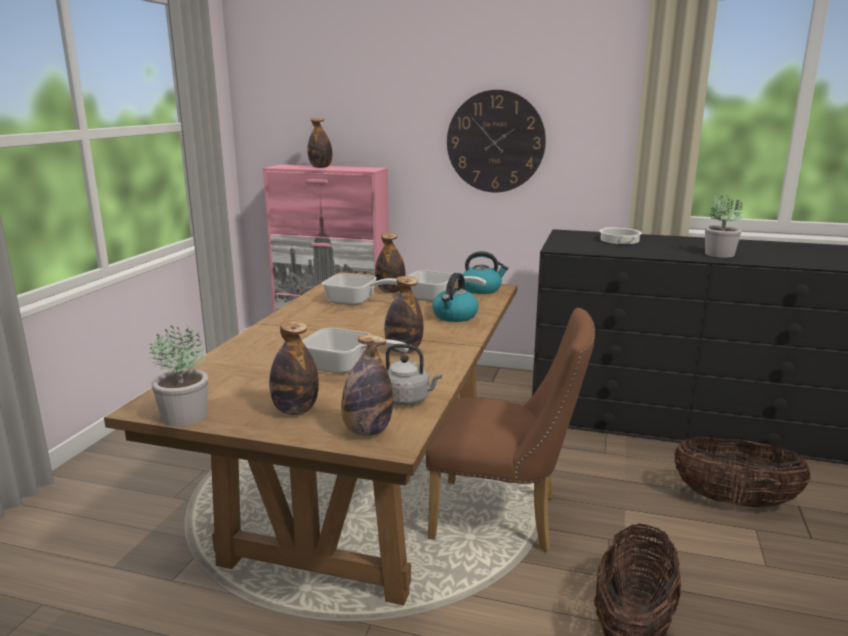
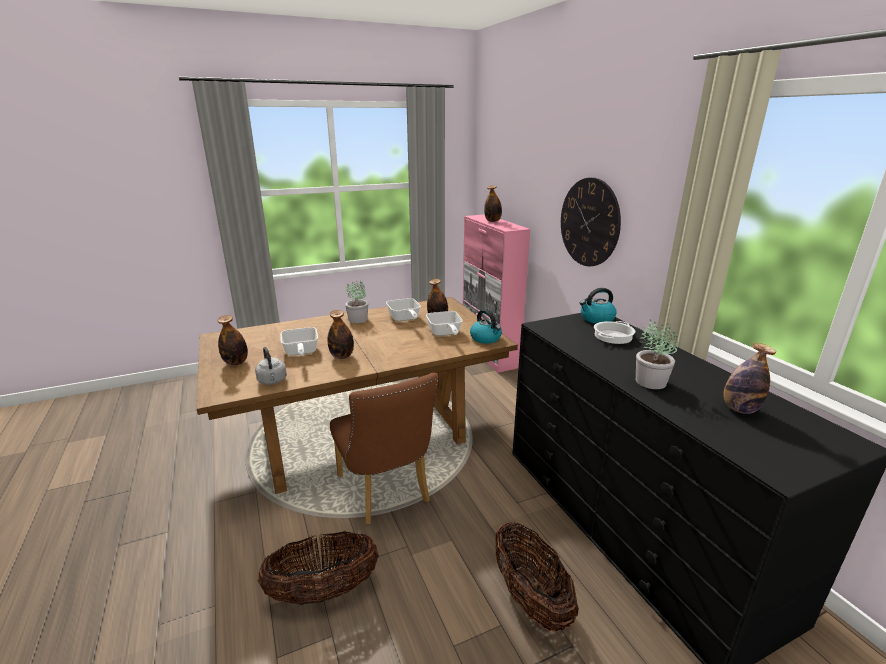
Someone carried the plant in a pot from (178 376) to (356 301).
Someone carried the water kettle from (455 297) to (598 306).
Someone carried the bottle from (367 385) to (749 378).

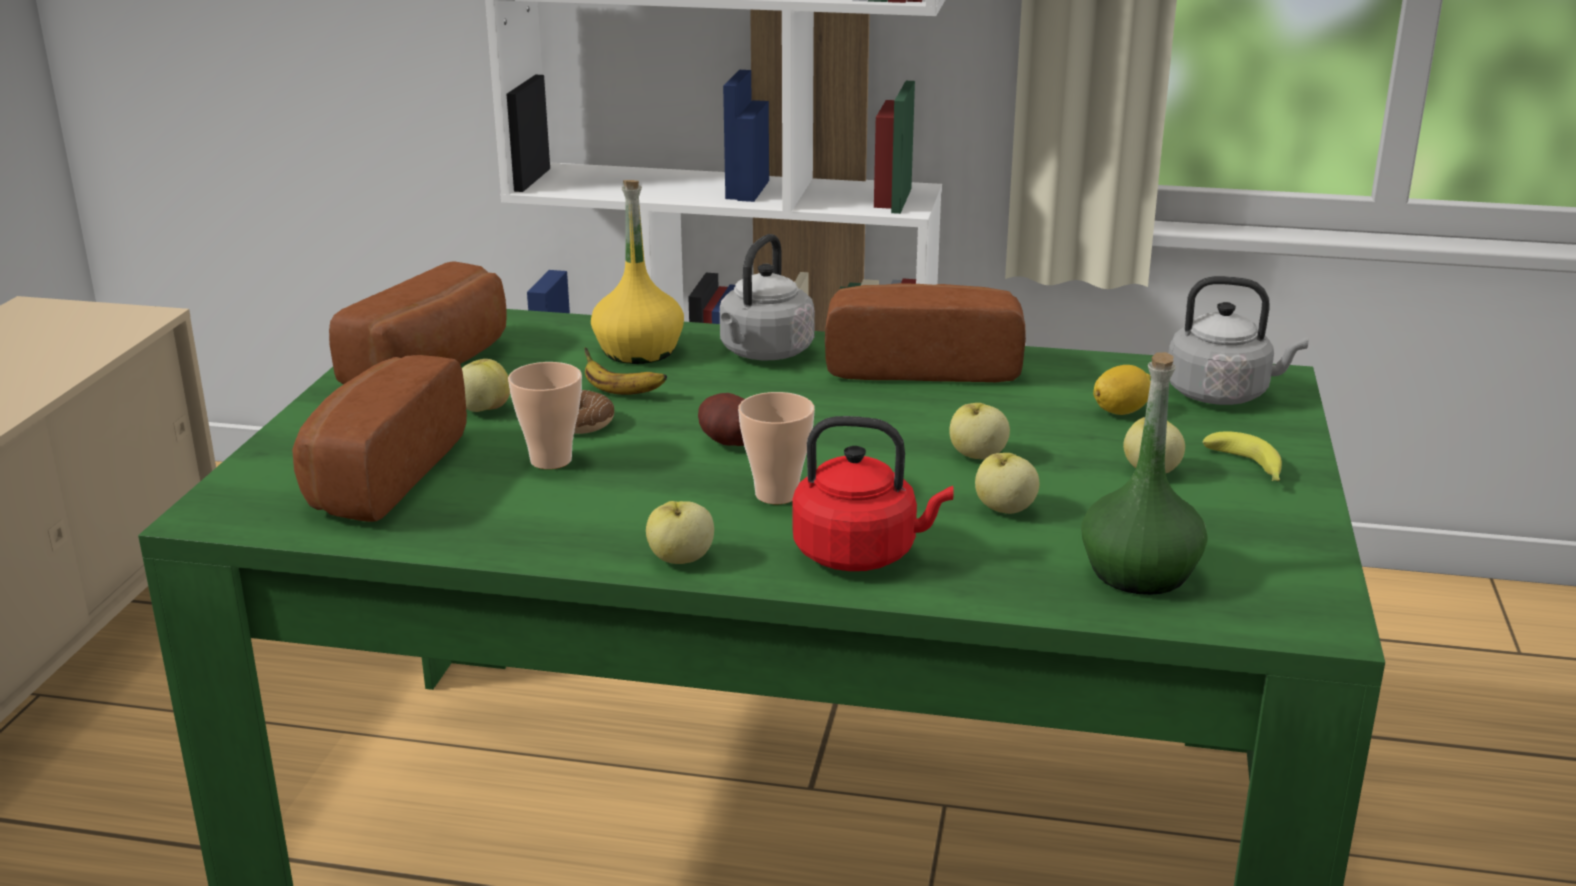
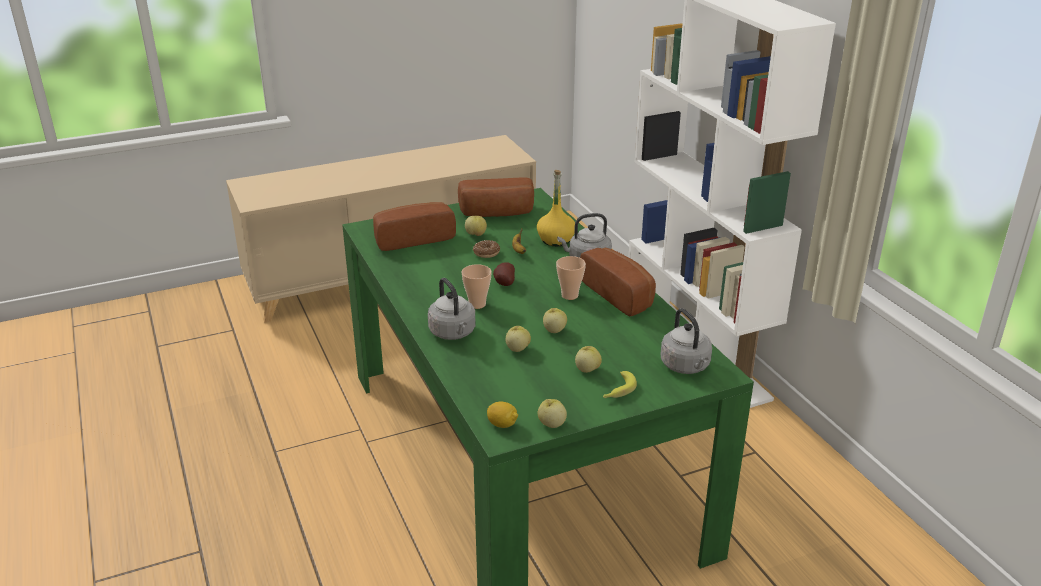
Someone repainted the reddish water kettle at (873 493), which became the grey water kettle at (451 309).
Someone carried the whole lemon from (1122 390) to (502 415).
Someone carried the apple from (680 532) to (552 413).
Someone carried the cup from (545 415) to (571 278).
Someone took away the greenish bottle at (1144 473).

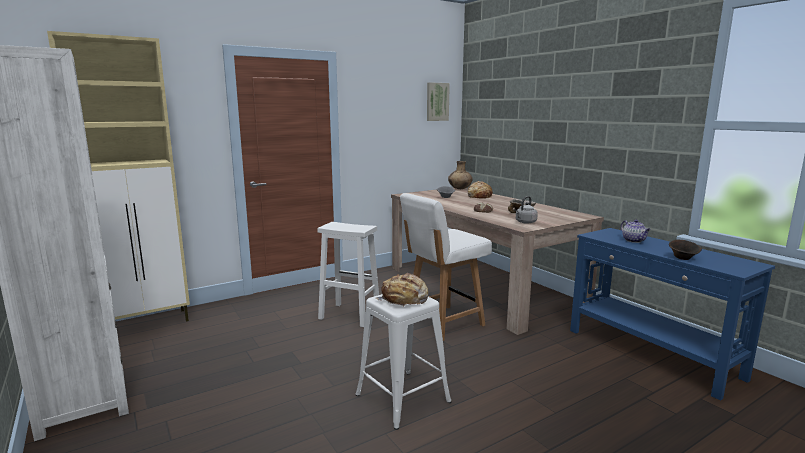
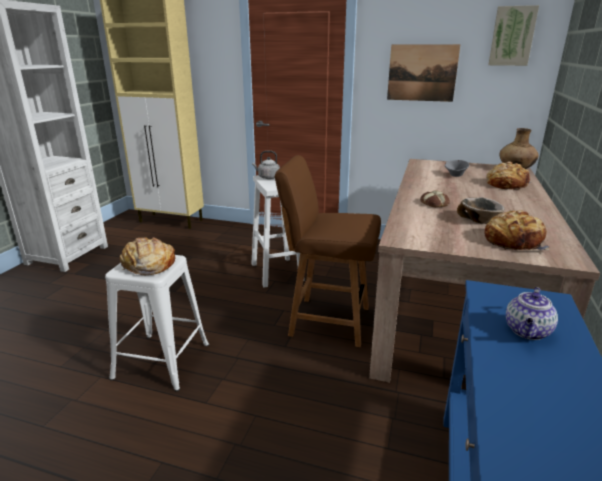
Someone carried the grey water kettle from (527 210) to (266 165).
Someone repainted the white chair at (446 267), which became the brown chair at (328 251).
Someone put up the wall picture at (424 73).
Someone put down the bakery bread at (517 230).
Someone took away the brown bowl at (685 250).

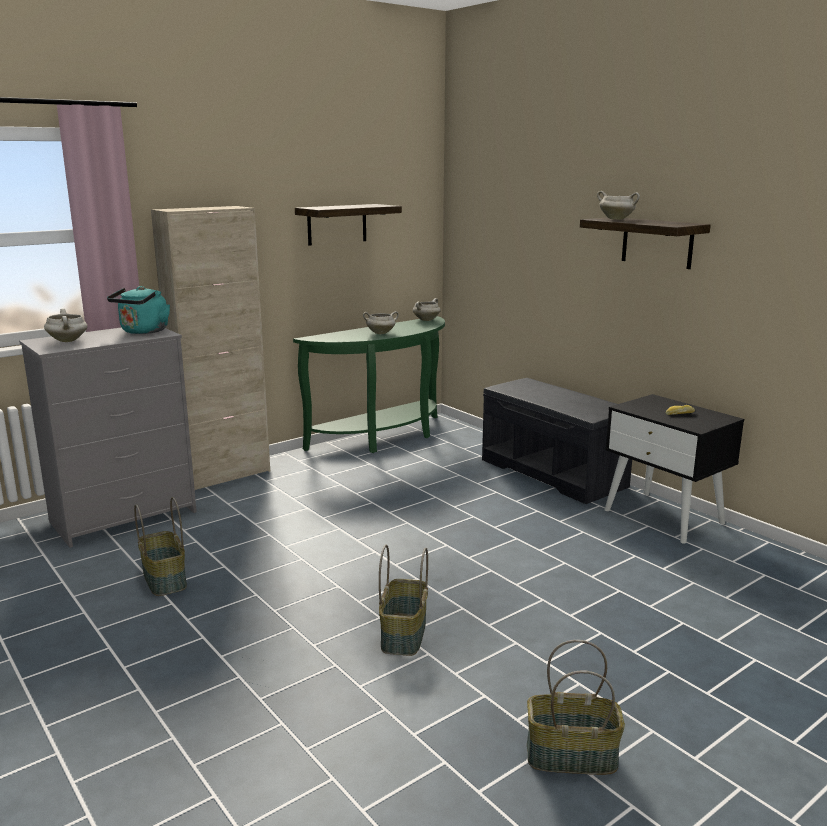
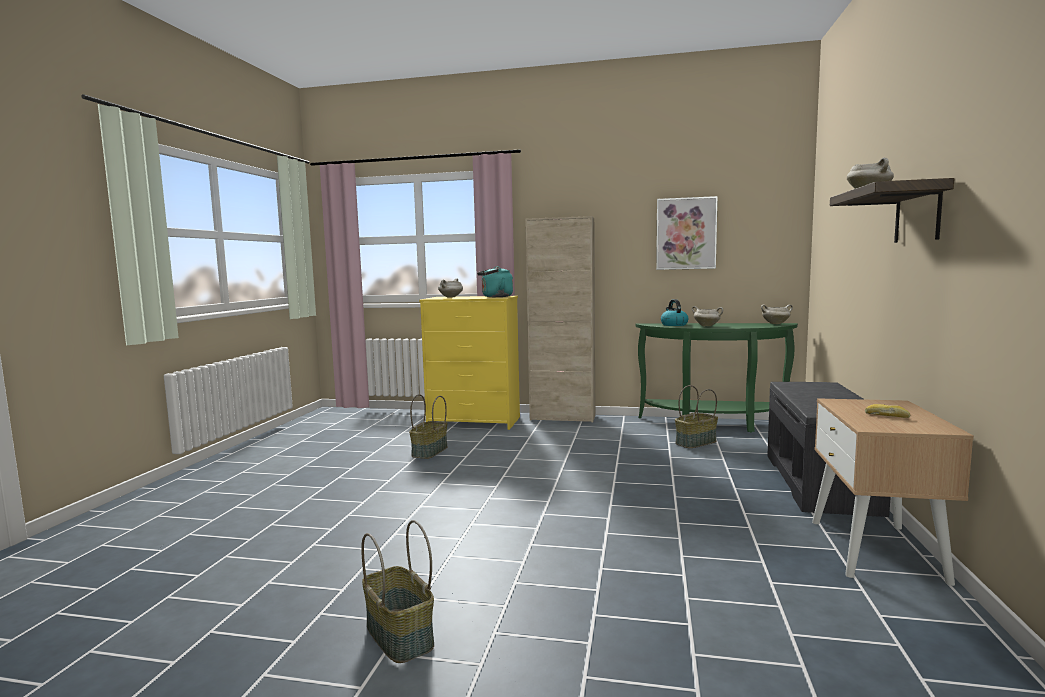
Someone repainted the grey drawer chest at (108 437), which became the yellowish drawer chest at (469 363).
Someone swapped the bracket shelf at (348 225) for the wall picture at (687 233).
Someone put down the water kettle at (674 312).
Someone carried the storage basket from (403 600) to (696 416).
Someone repainted the blackish bedside table at (674 469), which became the beige-coloured bedside table at (893 492).

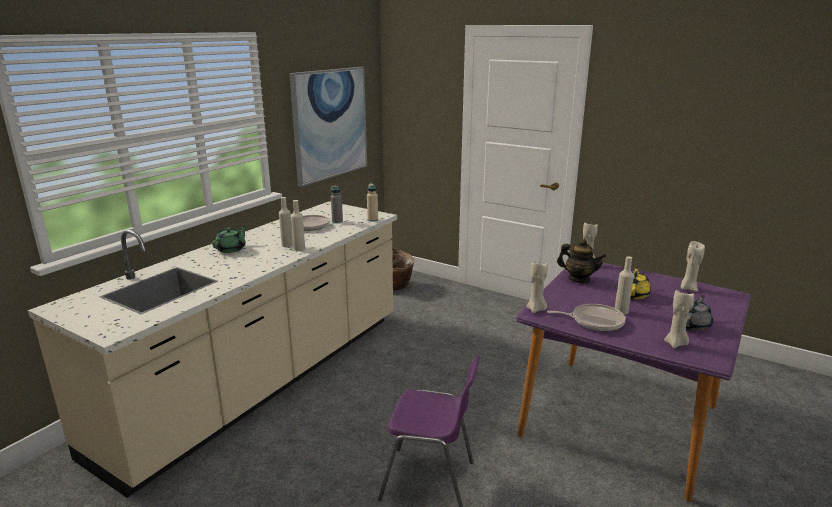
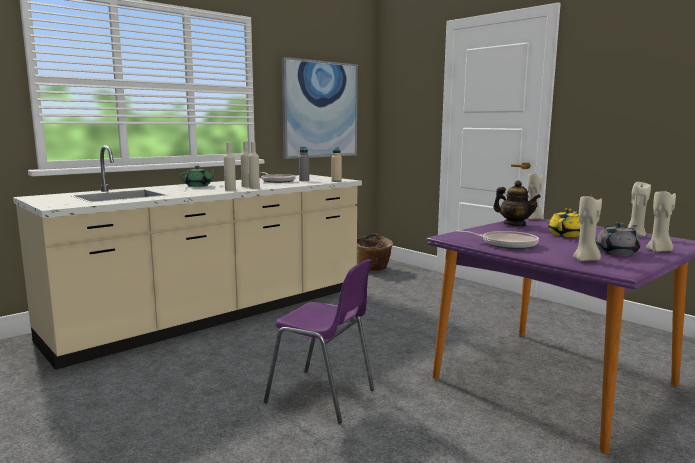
Someone carried the beige-coloured bottle from (624 285) to (230 166).
Someone carried the beige-coloured wax light from (537 287) to (661 221).

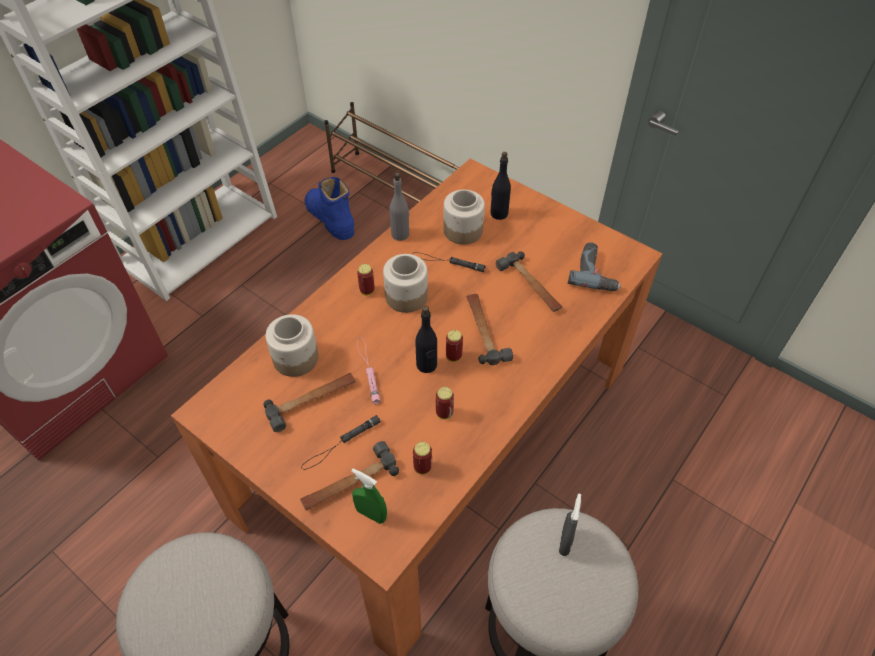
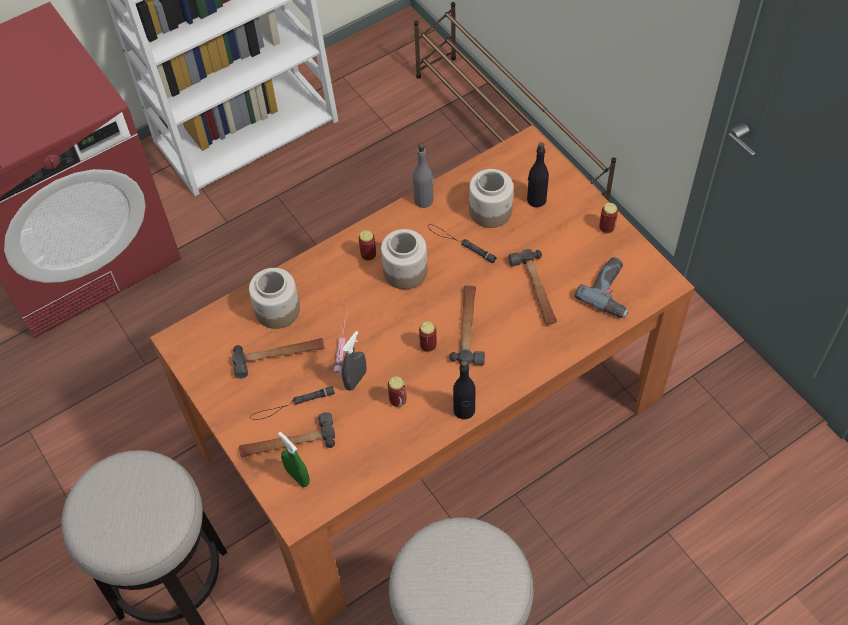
Someone carried the grey hand sprayer from (570 525) to (354 360).
Someone carried the blackish bottle from (426 339) to (464 389).
Someone carried the sealed can from (422 458) to (608 218).
Someone took away the bluish boot at (329 208).

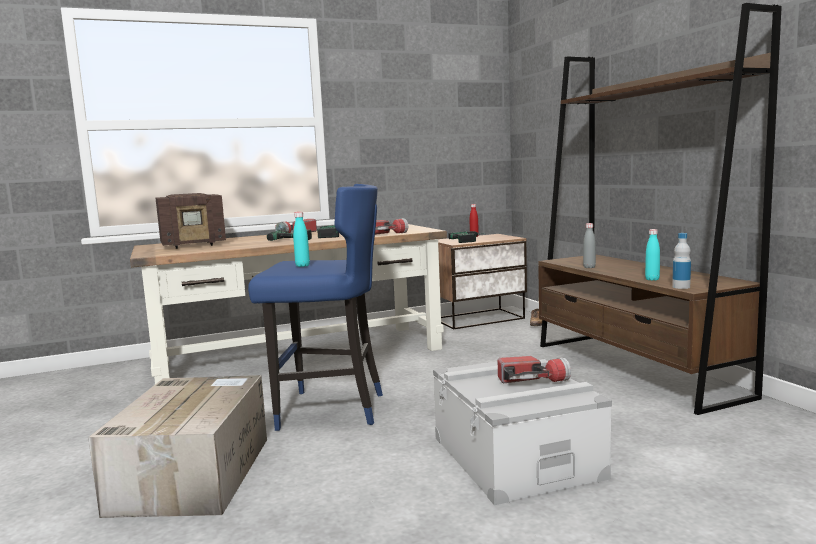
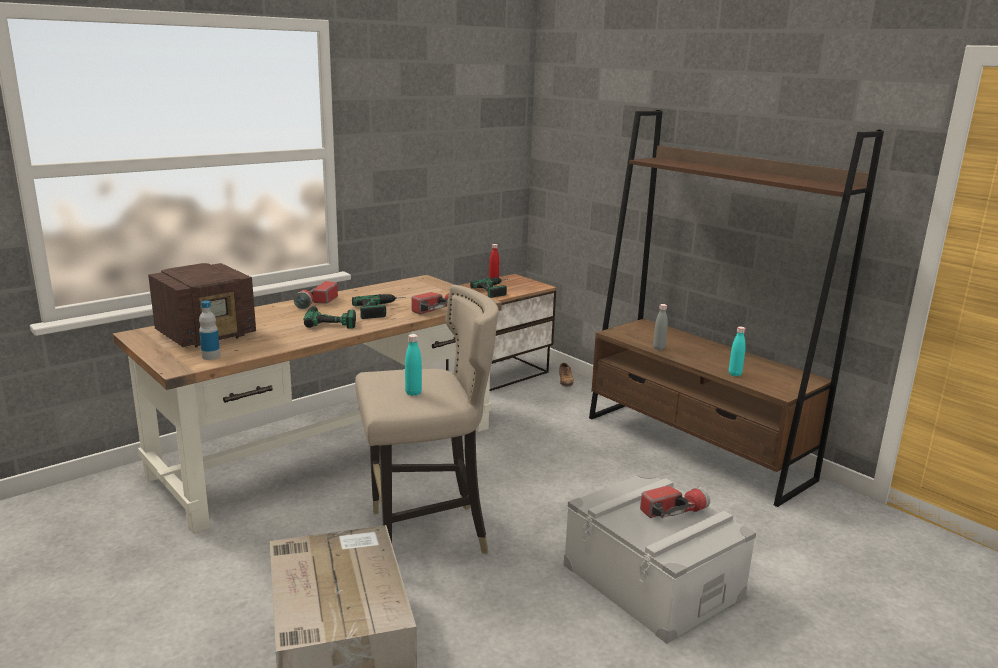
Someone carried the bottle from (681 261) to (209 330).
Someone repainted the bluish stool seat at (315 307), which became the beige-coloured stool seat at (427 419).

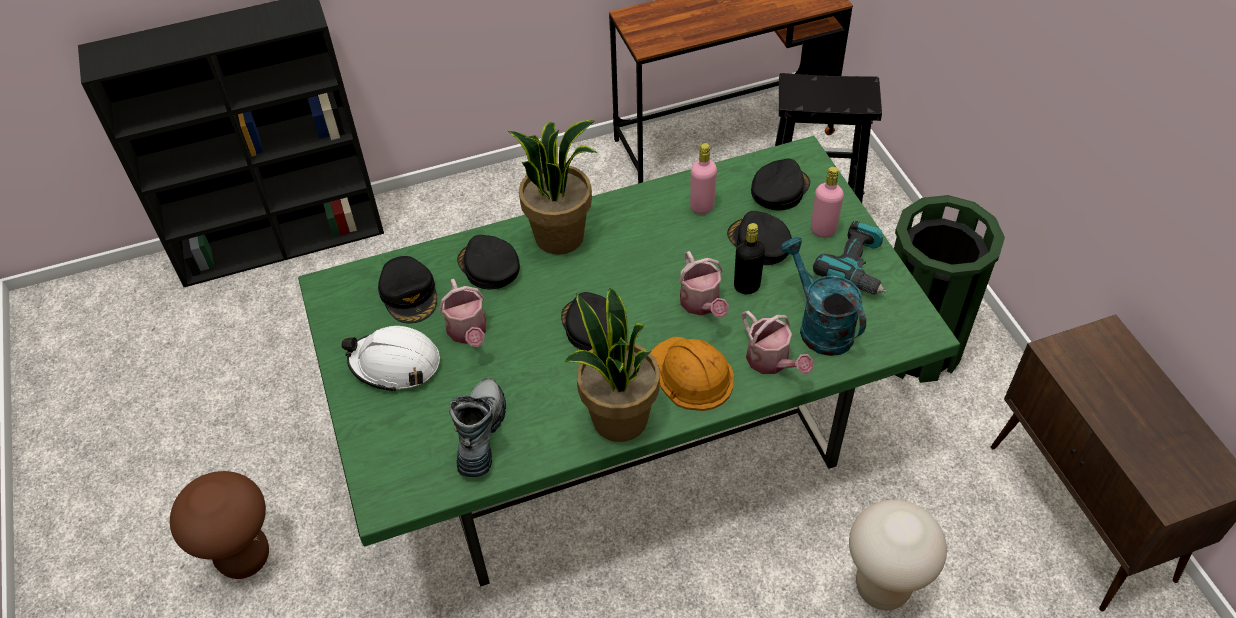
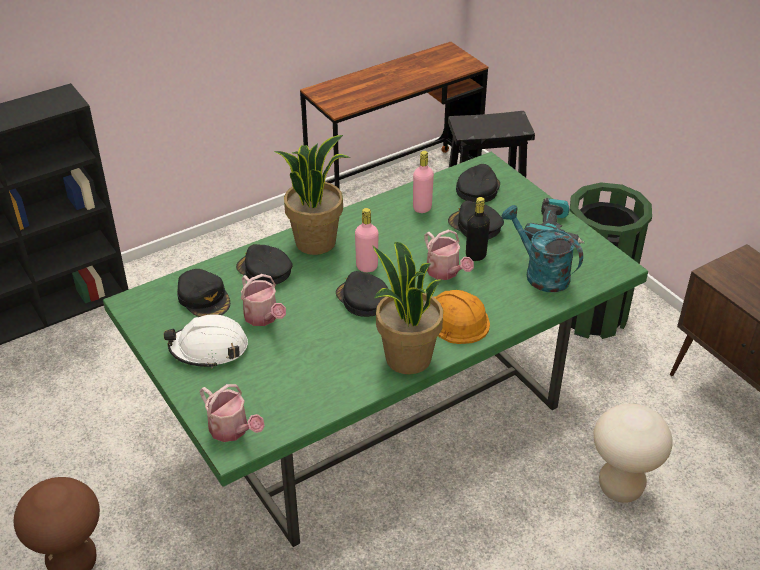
Someone carried the sprinkling can from (777 342) to (232 413).
Someone carried the pink-coloured bottle from (827 202) to (367 240).
Someone took away the boot at (477 427).

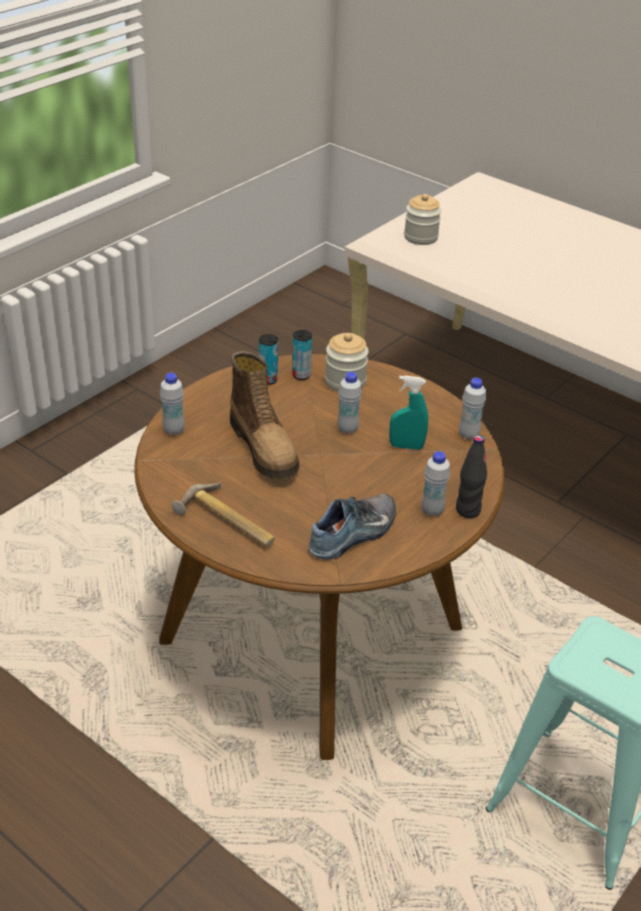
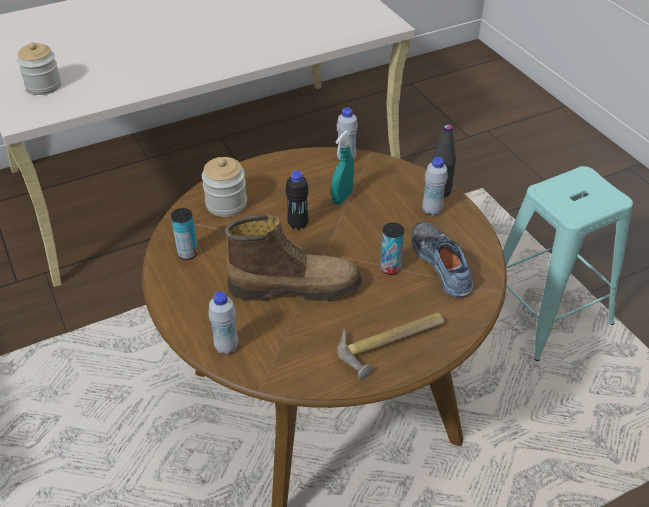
Someone repainted the white bottle at (350 403), which became the blackish bottle at (297 200).
Someone carried the sealed can from (302 355) to (392 249).

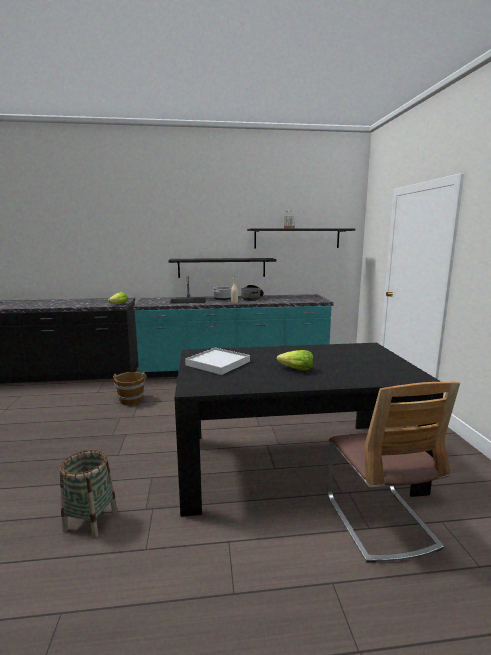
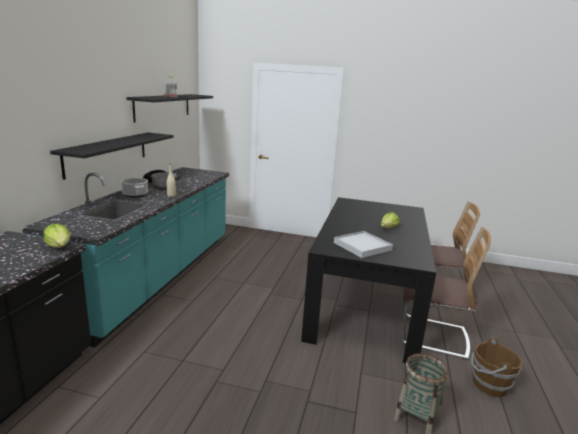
Someone put down the chair at (446 293).
Someone carried the brown pail from (130 388) to (497 367).

